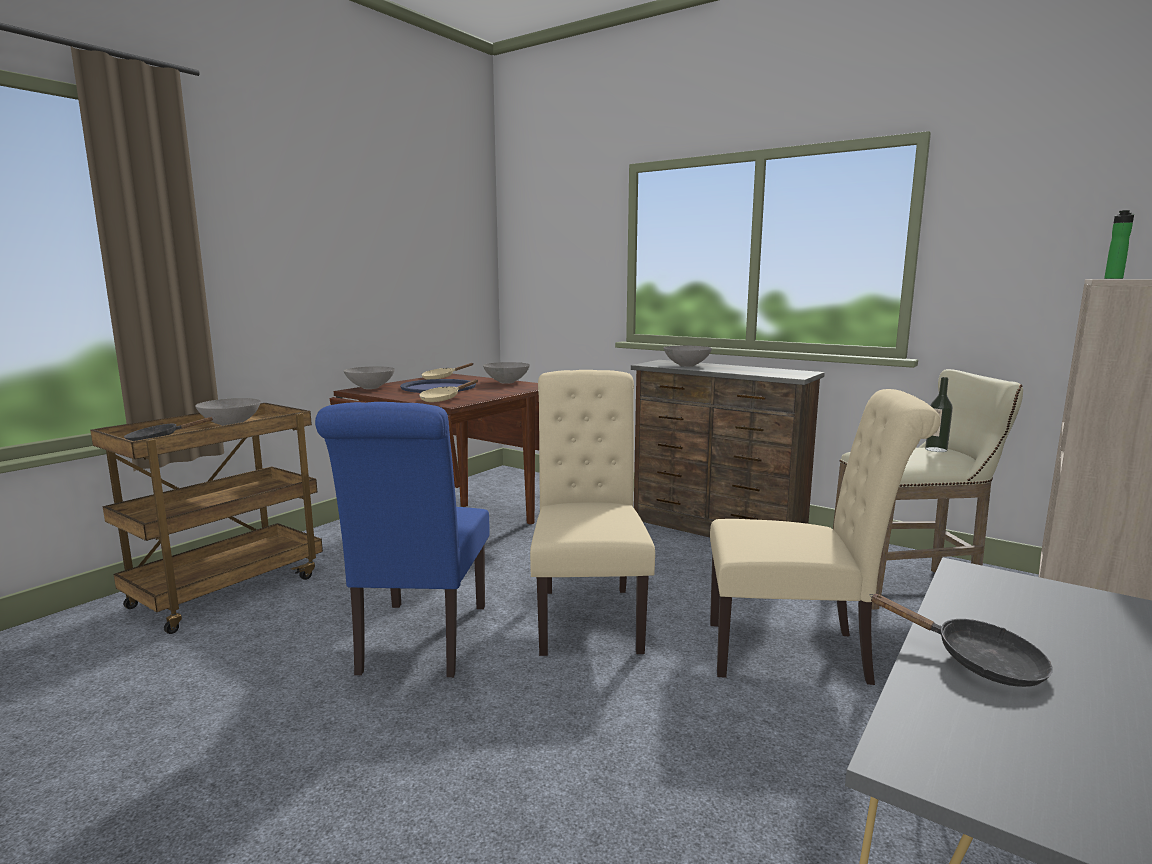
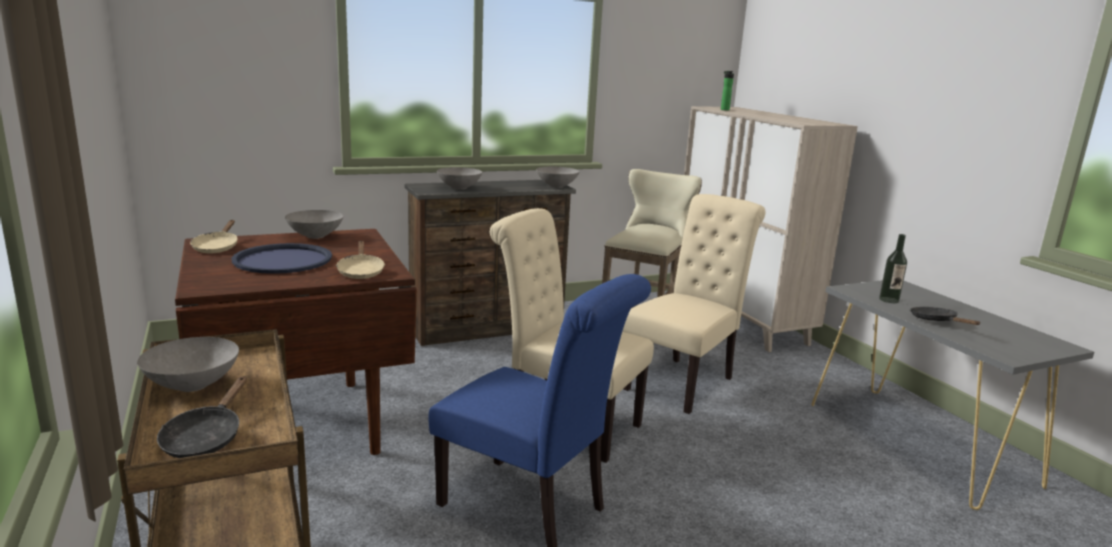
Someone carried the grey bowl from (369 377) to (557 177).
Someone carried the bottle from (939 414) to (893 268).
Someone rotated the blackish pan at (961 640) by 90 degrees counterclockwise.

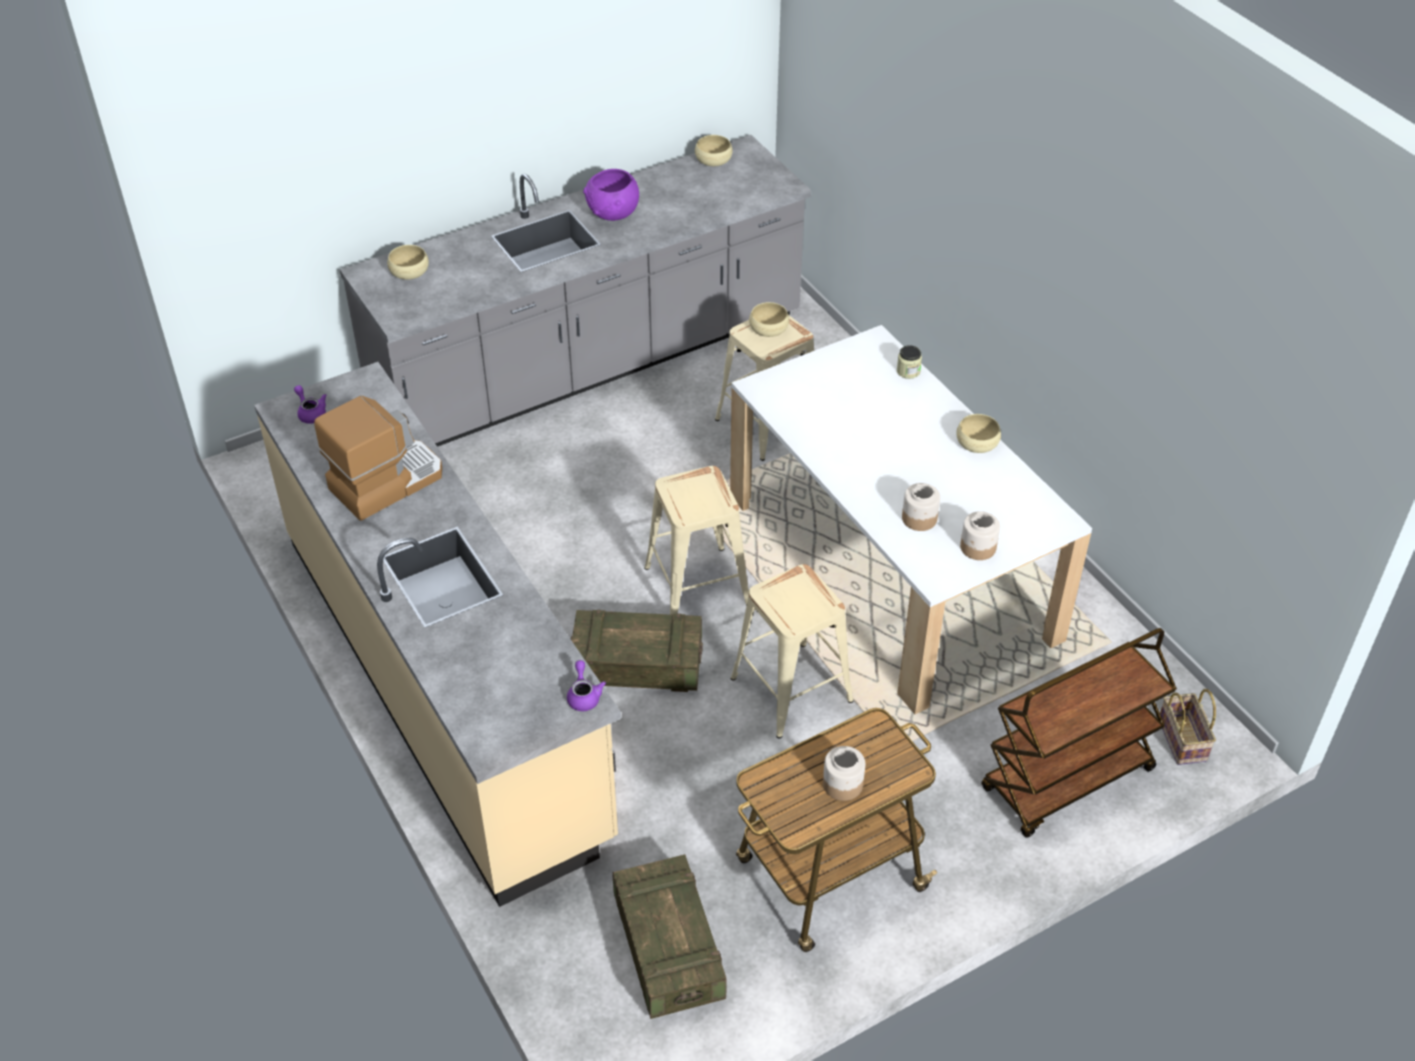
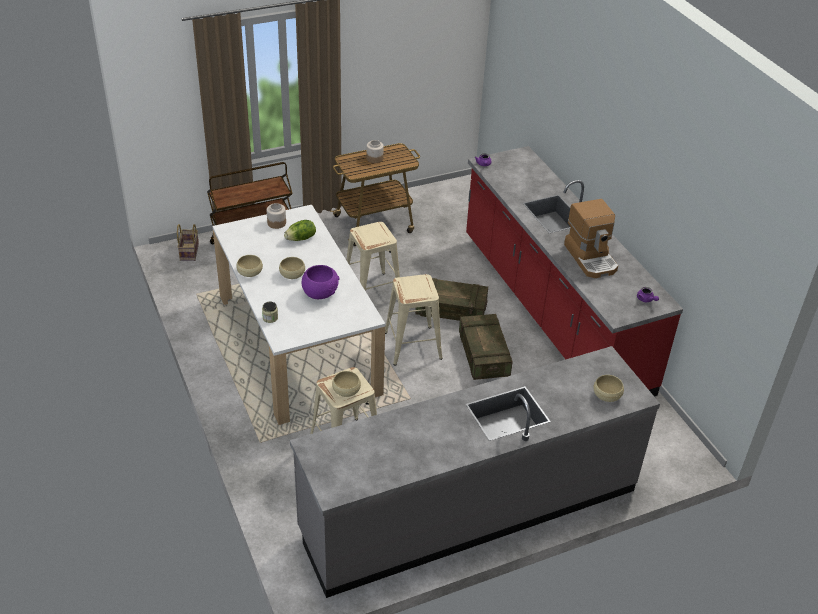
Someone carried the beige-coloured bowl from (714 150) to (292 268).
Someone swapped the preserve jar at (921 507) for the head of lettuce at (300 230).
Someone carried the purple-coloured bowl from (611 195) to (321 282).
Someone carried the crate from (669 936) to (486 347).
Someone repainted the beige-coloured counter at (437 634), which became the reddish counter at (574 271).
Someone rotated the coffee machine at (378 458) by 75 degrees counterclockwise.

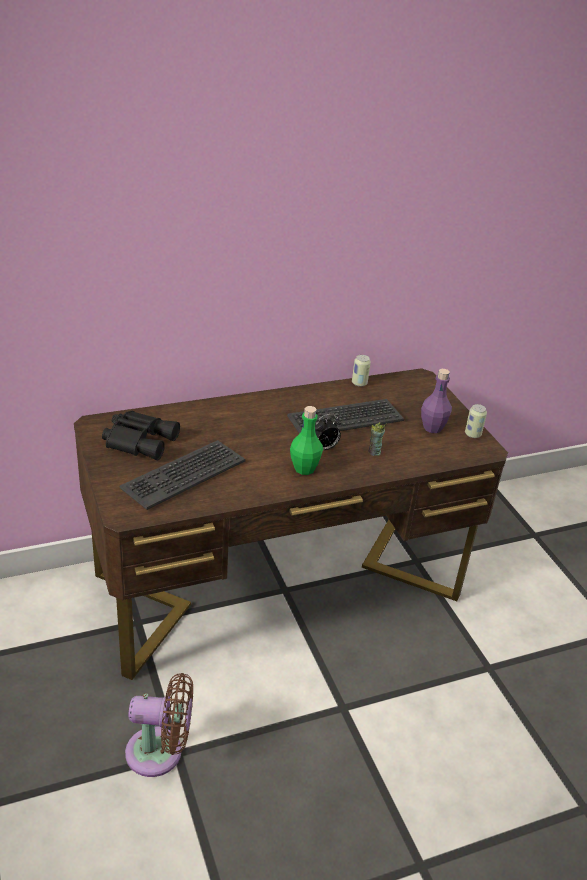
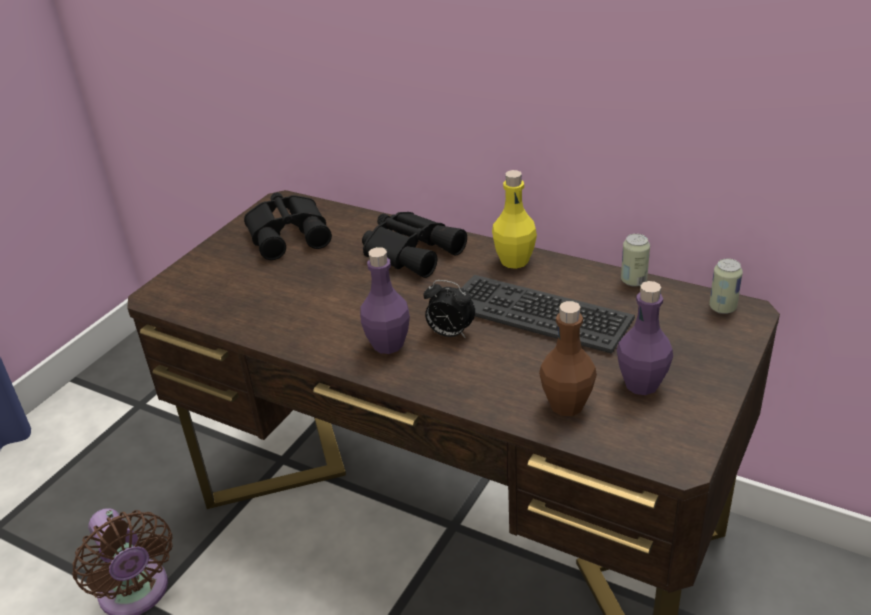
Someone repainted the greenish bottle at (306 440), which became the purple-coloured bottle at (385 300).
Someone put down the blackish pair of binoculars at (414 245).
Someone put down the yellowish bottle at (514 219).
Someone put down the brown bottle at (568 358).
Someone carried the sealed can from (476 421) to (726 286).
Someone took away the keyboard at (182 475).
Someone took away the cup at (377 439).

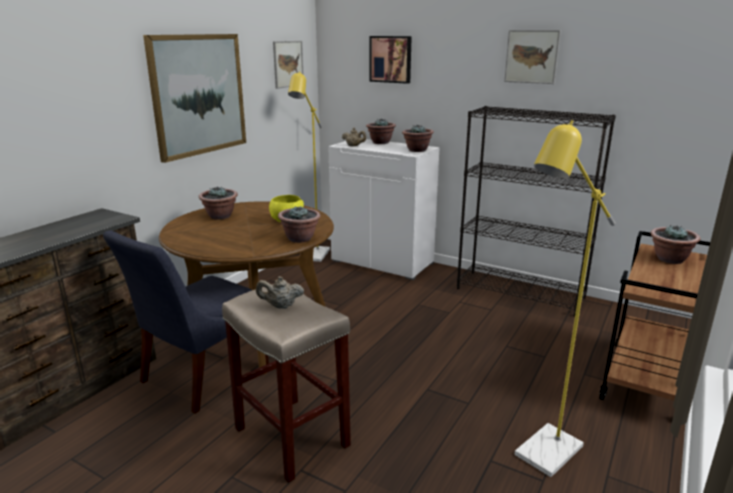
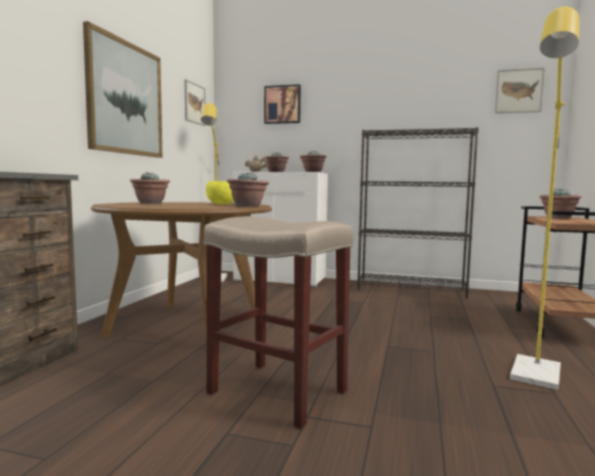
Someone carried the wall picture from (532 57) to (520 90).
Someone took away the bluish chair at (186 322).
Someone took away the beige-coloured teapot at (280 292).

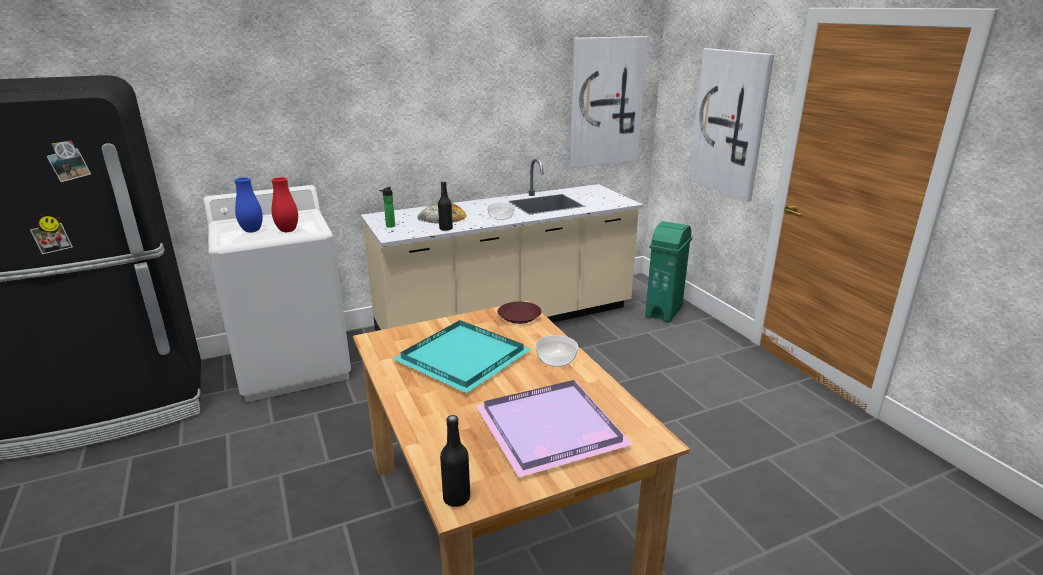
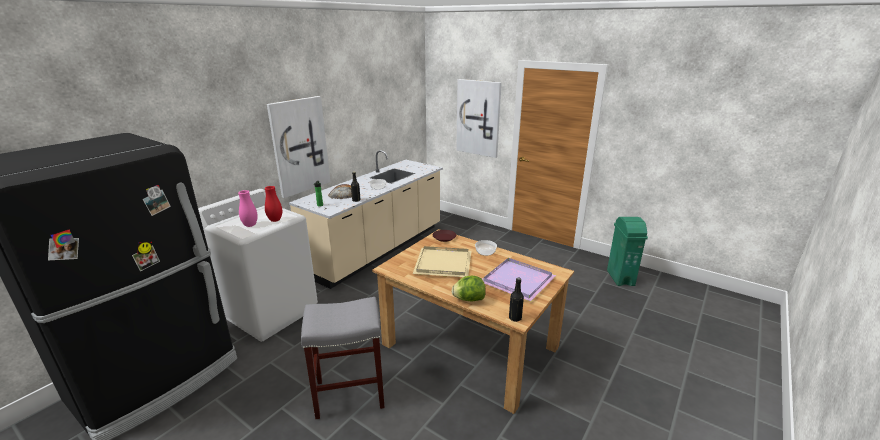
Someone repainted the bluish decorative vase at (249 205), which became the pink-coloured decorative vase at (248 208).
Someone carried the wall picture from (608 102) to (298 147).
Someone put down the grey stool seat at (343 358).
Someone repainted the turquoise-coloured carrying tray at (462 356), which became the beige-coloured carrying tray at (442 261).
Someone put down the head of lettuce at (469 289).
Someone carried the greenish trash can from (668 272) to (627 251).

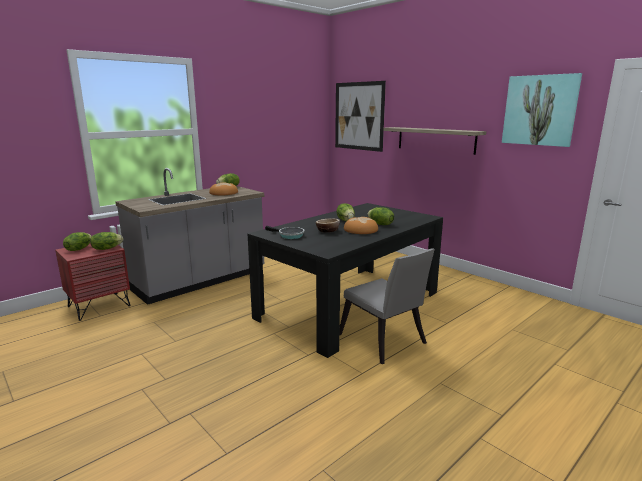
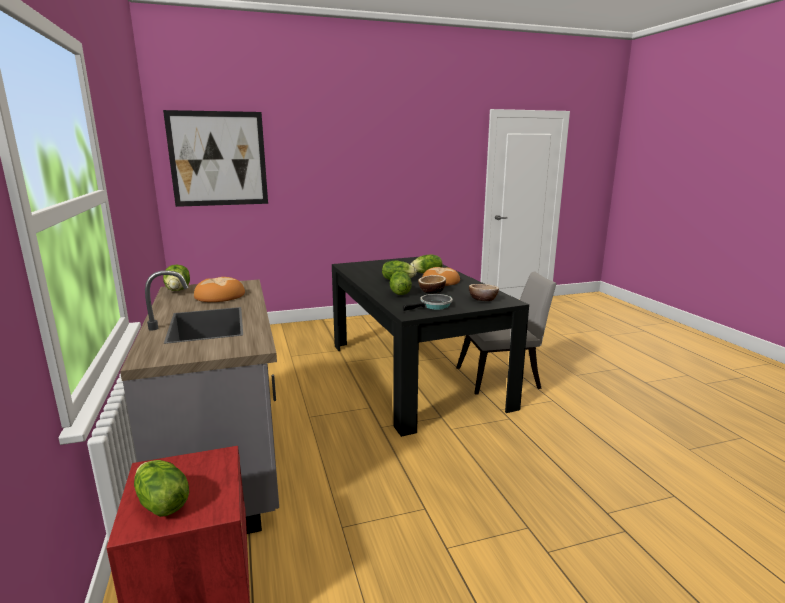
Someone carried the head of lettuce from (106 241) to (401 283).
Someone put down the bowl at (484 292).
Someone took away the bracket shelf at (434 141).
Someone took away the wall picture at (542 110).

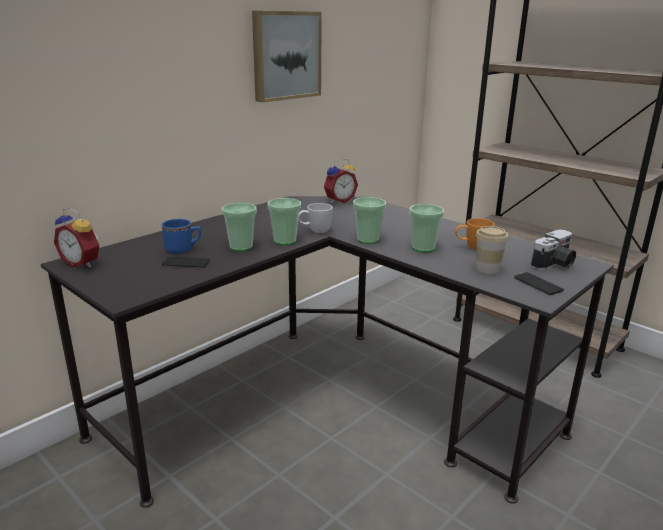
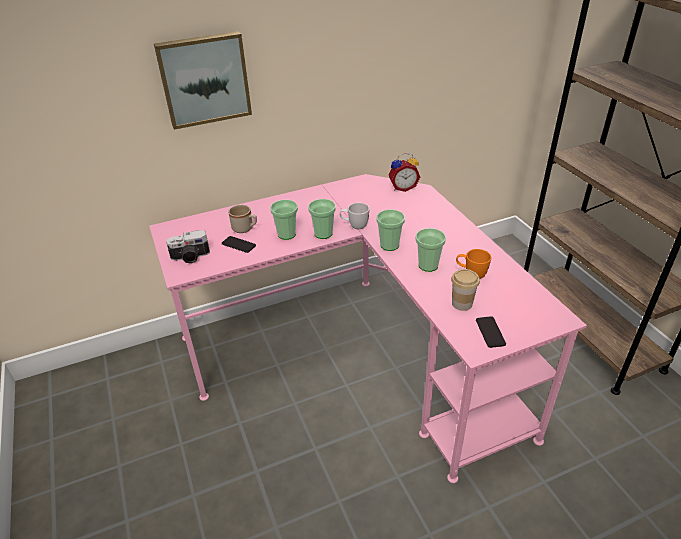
Someone repainted the blackish desk at (327 352), which became the pink-coloured desk at (368 328).
Someone carried the wall picture from (287 57) to (203 80).
Someone carried the still camera from (553 249) to (188 247).
Someone repainted the bluish coffee mug at (181 236), which became the beige-coloured coffee mug at (242 219).
Someone took away the table clock at (76 237).

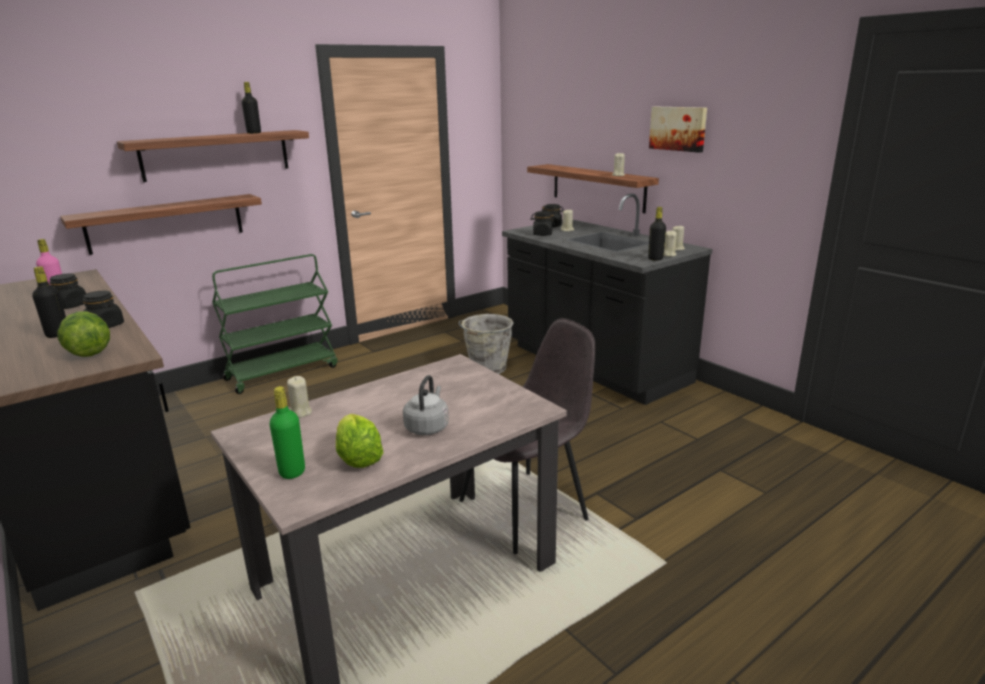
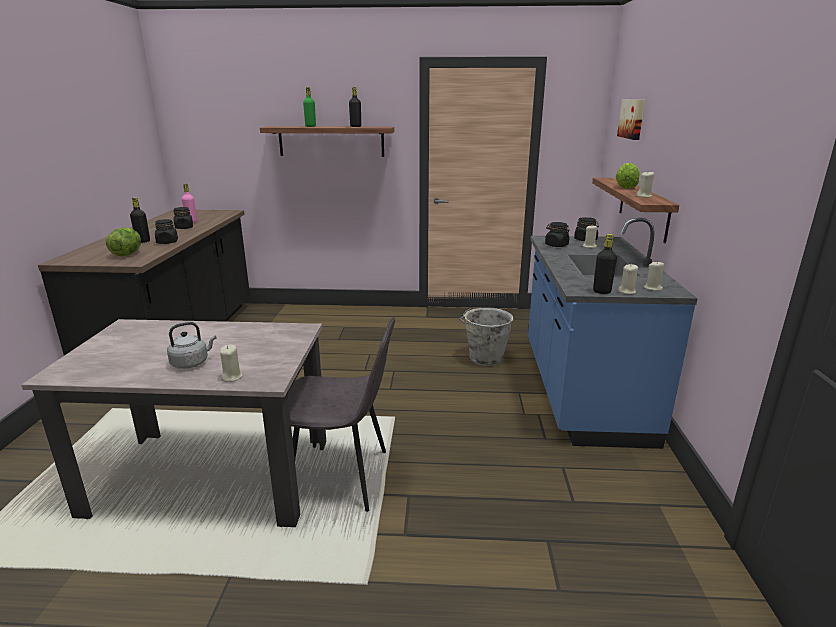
Someone carried the beige-coloured wax light from (299 397) to (231 363).
Someone carried the greenish bottle from (287 432) to (309 107).
Someone repainted the blackish counter at (607 299), which became the bluish counter at (613 333).
Someone carried the head of lettuce from (359 441) to (627 176).
Someone carried the wall picture from (678 130) to (631 120).
Someone took away the bracket shelf at (161 224).
Someone took away the greenish wheeled cart at (274 324).

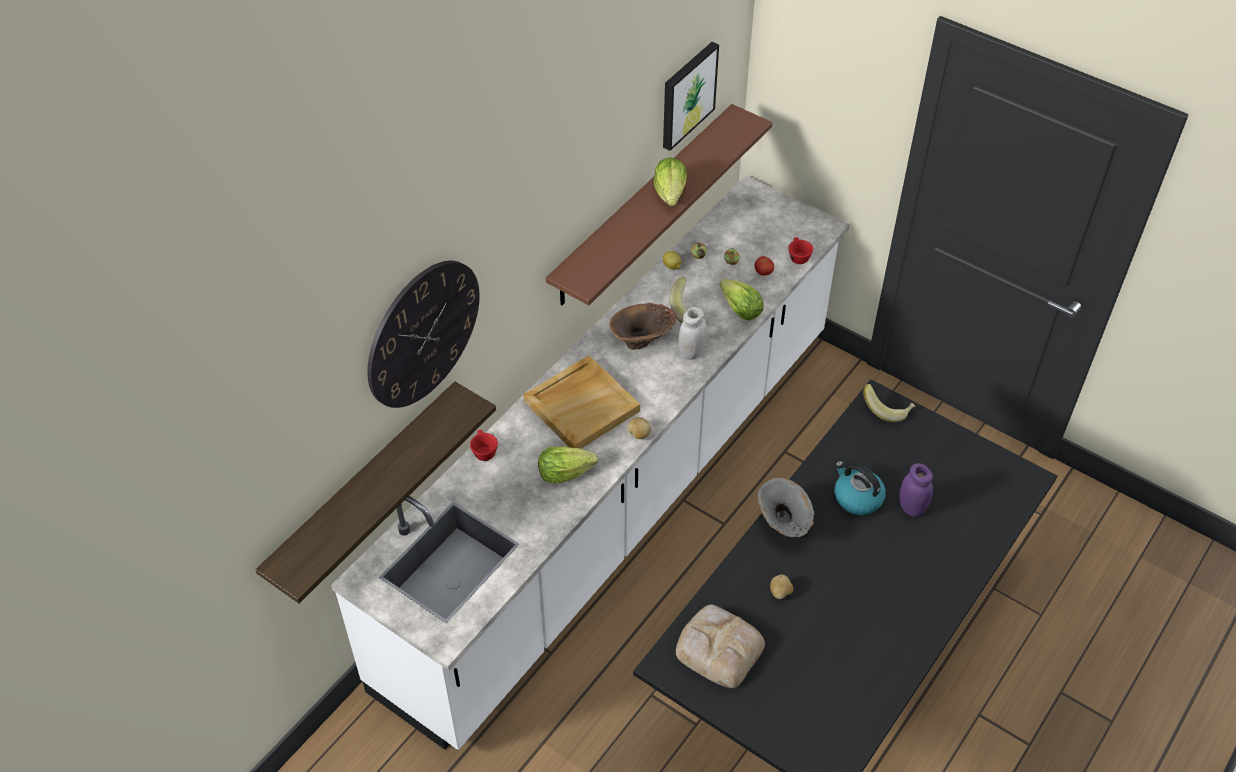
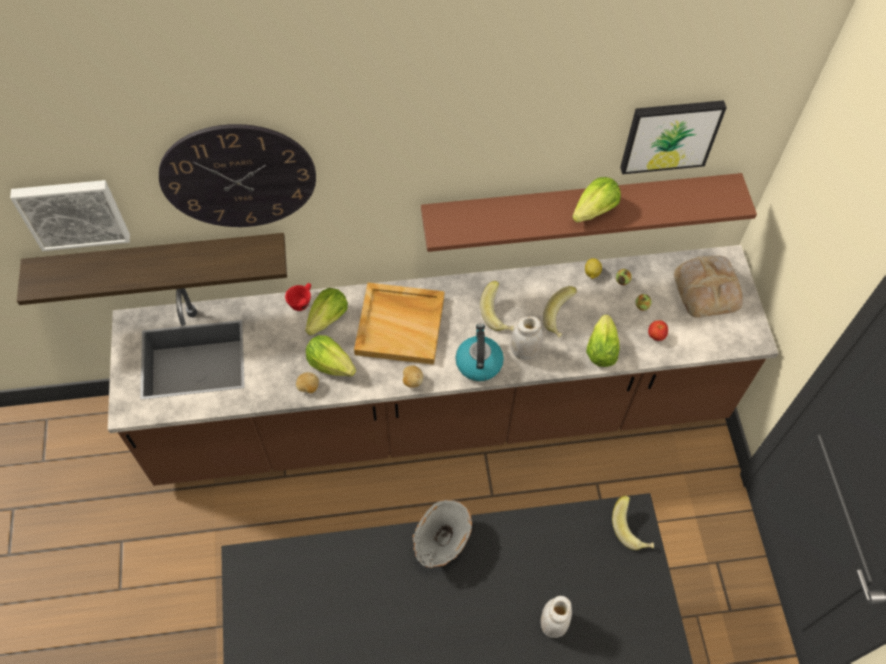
Someone put up the wall picture at (70 215).
Someone repainted the white counter at (590 462), which became the brown counter at (443 365).
Someone carried the spud from (781 587) to (307 382).
Someone put down the head of lettuce at (326 312).
Someone carried the water kettle from (860 488) to (479 352).
Someone swapped the brown decorative vase at (643 326) for the banana at (497 306).
Someone repainted the purple-coloured preserve jar at (916 490), which became the white preserve jar at (556 617).
Someone carried the bakery bread from (720 646) to (708 287).
Someone took away the reddish cup at (800 250).

